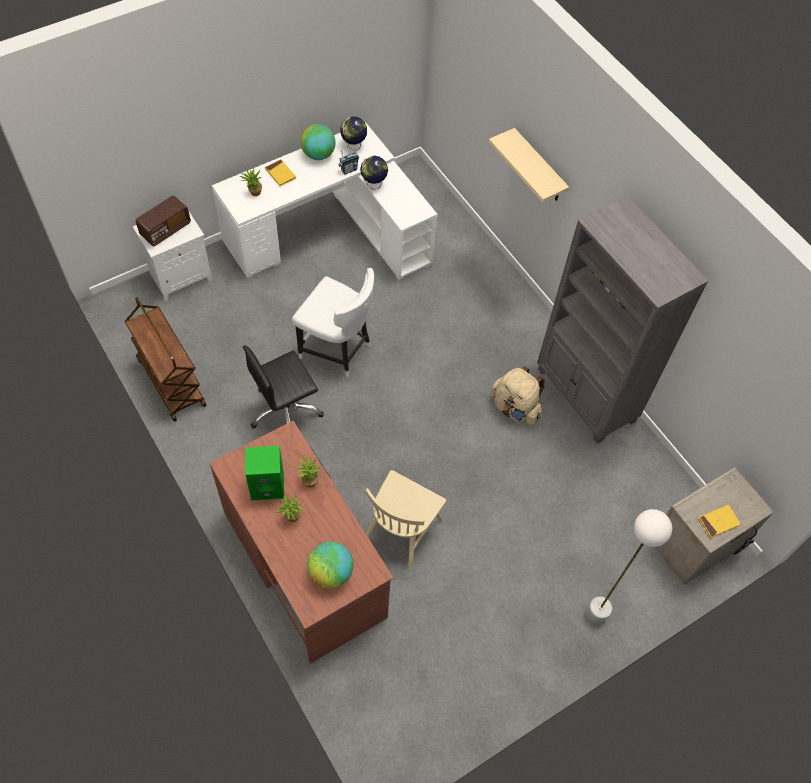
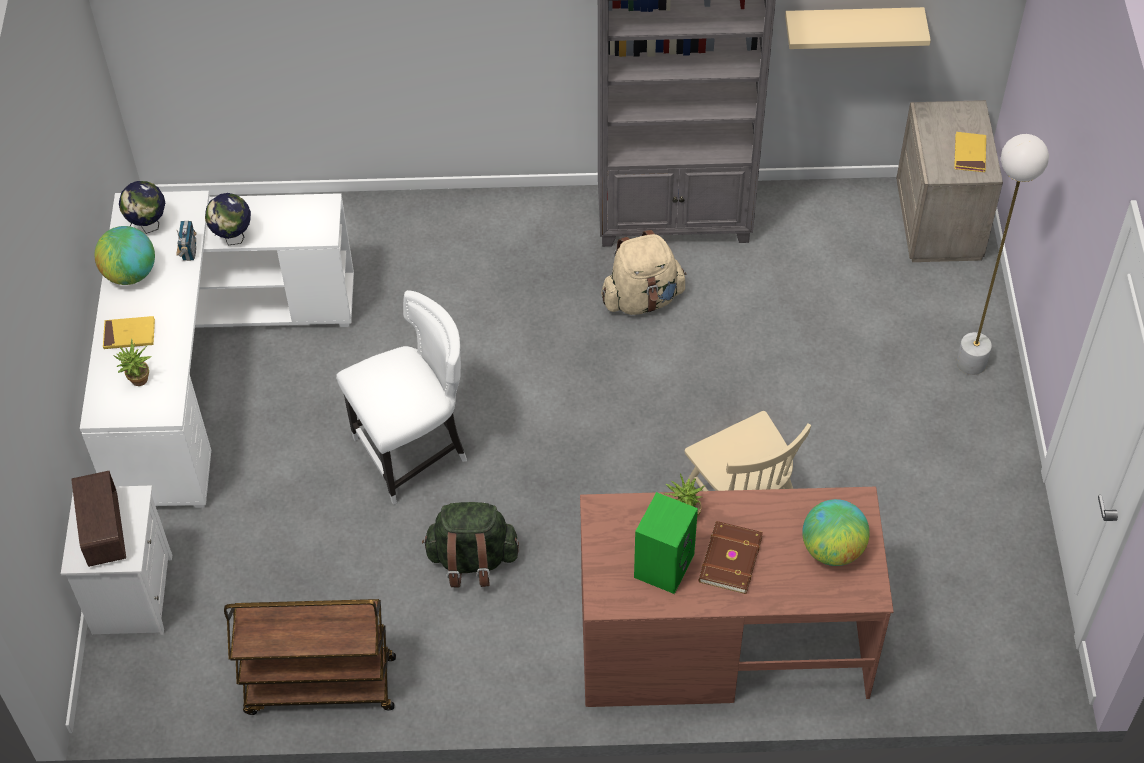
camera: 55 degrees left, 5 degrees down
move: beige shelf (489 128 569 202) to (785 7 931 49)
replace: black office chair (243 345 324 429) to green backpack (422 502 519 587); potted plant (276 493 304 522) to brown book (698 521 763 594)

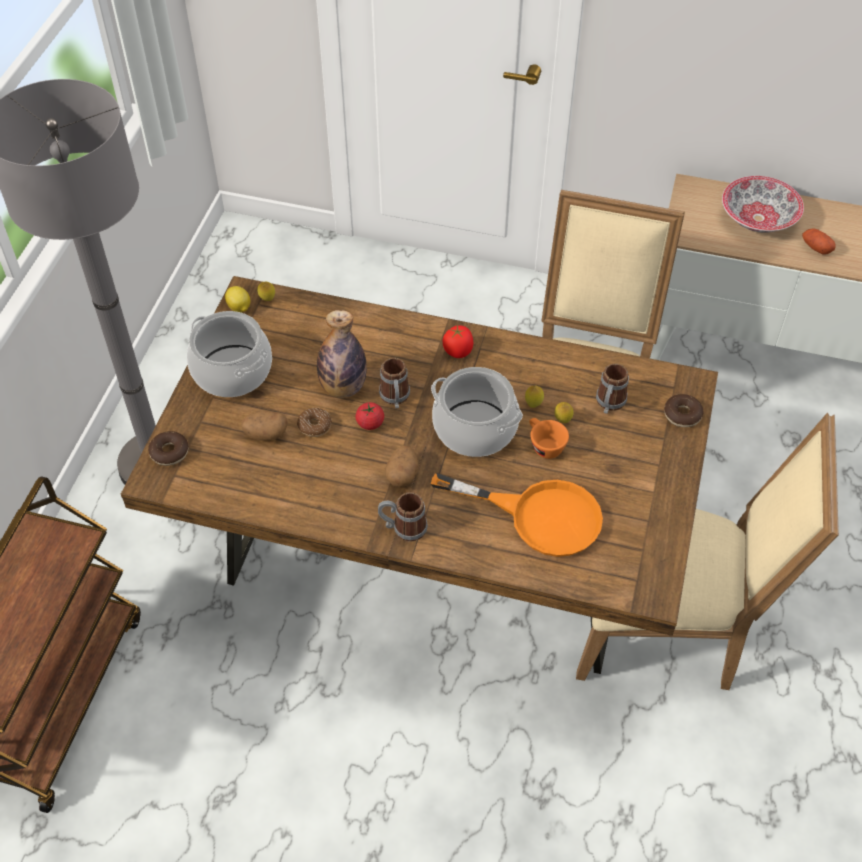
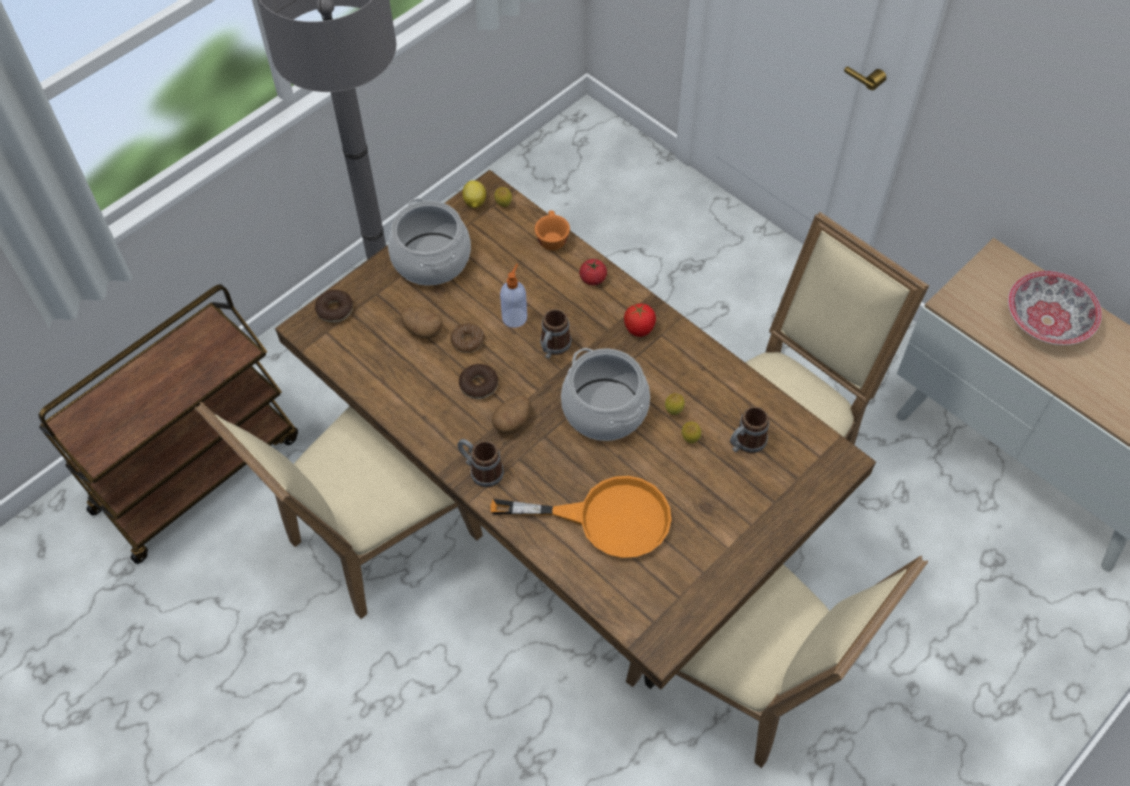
camera: 30 degrees right, 5 degrees up
delete: potato (802 229 835 255)
insert: beige chair (195 402 483 619)
move: tomato (356 402 384 430) to (580 259 607 285); orange cup (529 418 569 459) to (535 211 570 251); donut (664 394 704 427) to (459 364 498 399)
replace: bottle (317 310 367 398) to soap dispenser (500 264 527 328)
rotate: orange frying pan (431 473 603 557) = (491 476 672 558) 45 degrees counterclockwise

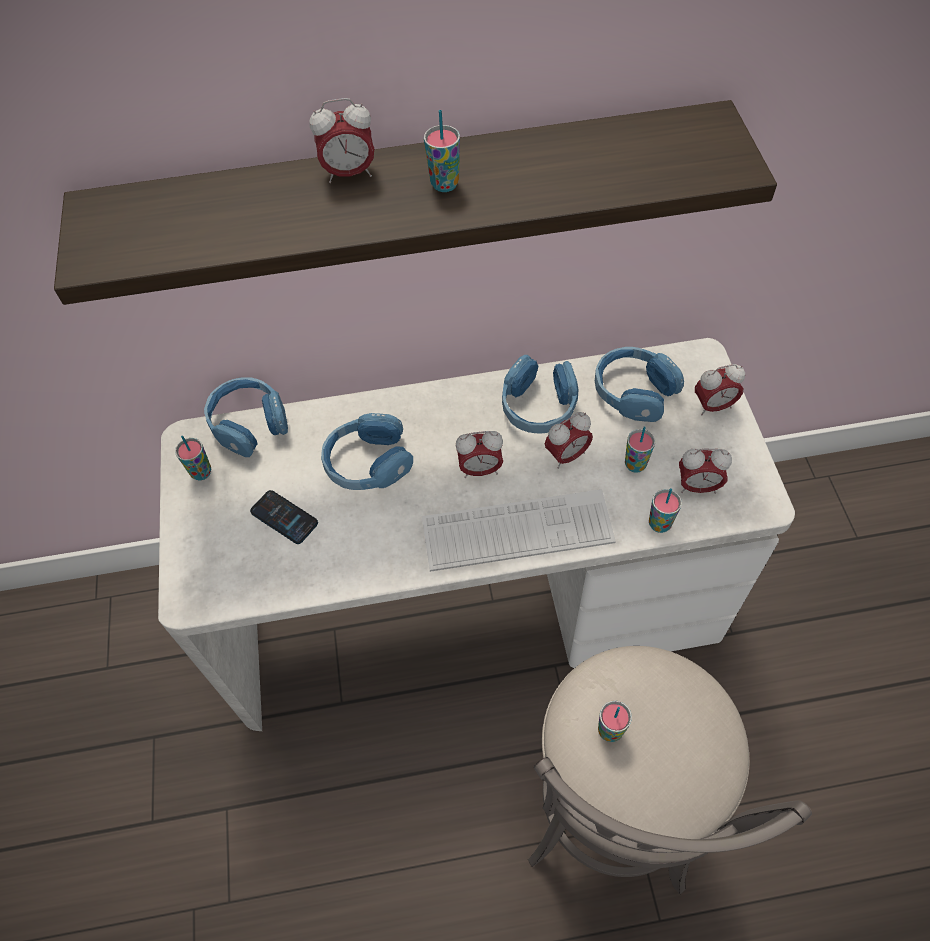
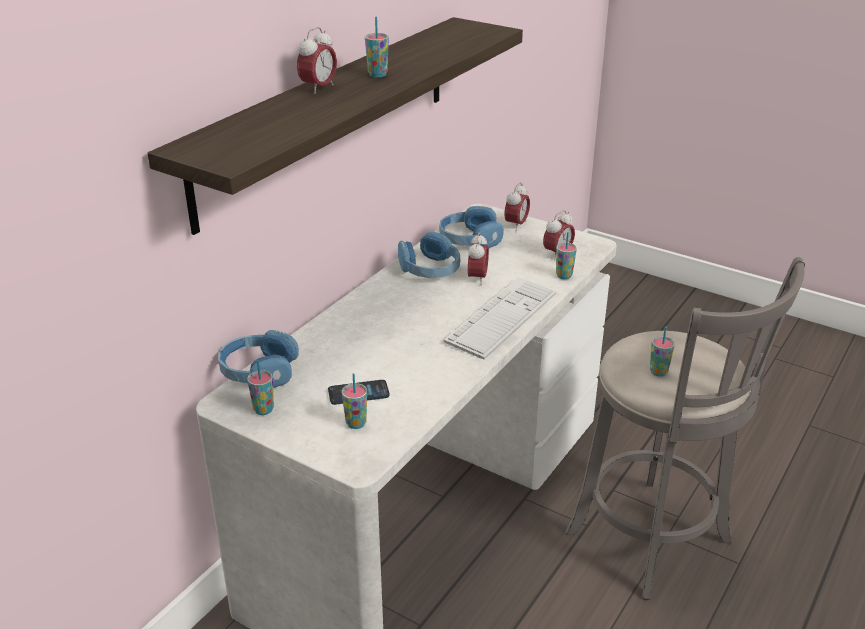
camera: 50 degrees left, 25 degrees down
delete: blue headphones (321 413 413 490); alarm clock (456 431 503 478)
move: cup (625 426 655 473) to (342 373 367 429)

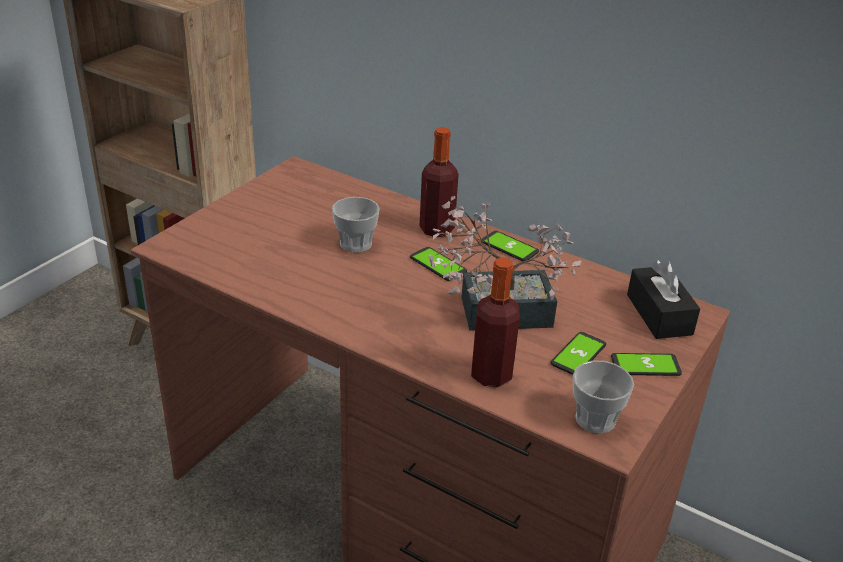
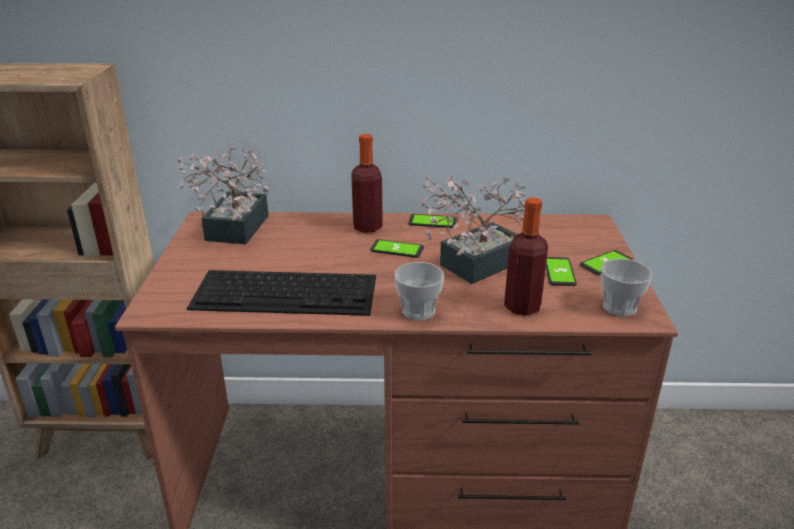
camera: 30 degrees left, 5 degrees down
delete: black tissue box (627 260 700 339)
insert: potted plant (177 147 269 244); keyboard (187 270 376 316)
move: cup (332 197 380 253) to (394 262 444 320)

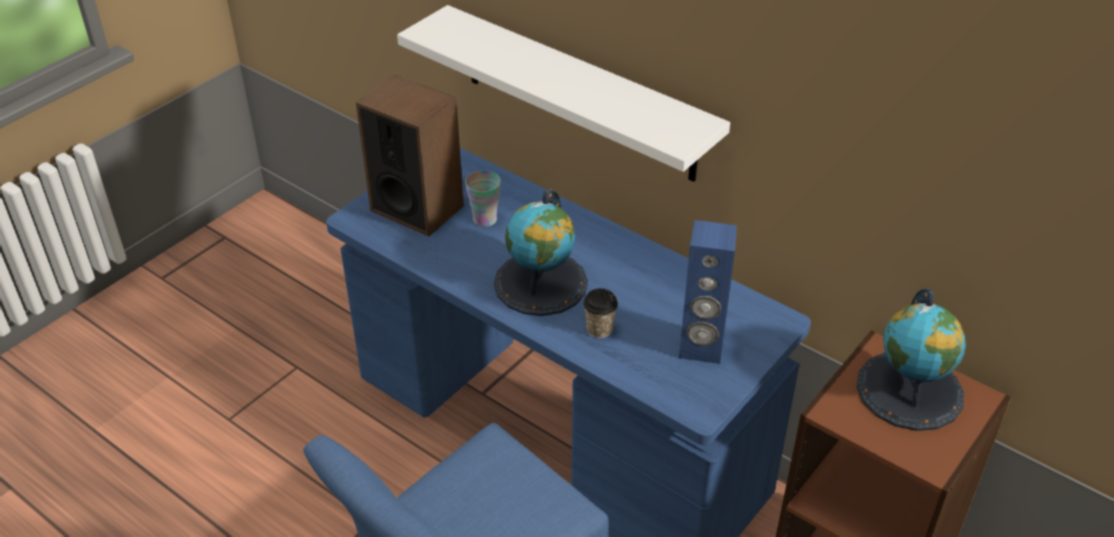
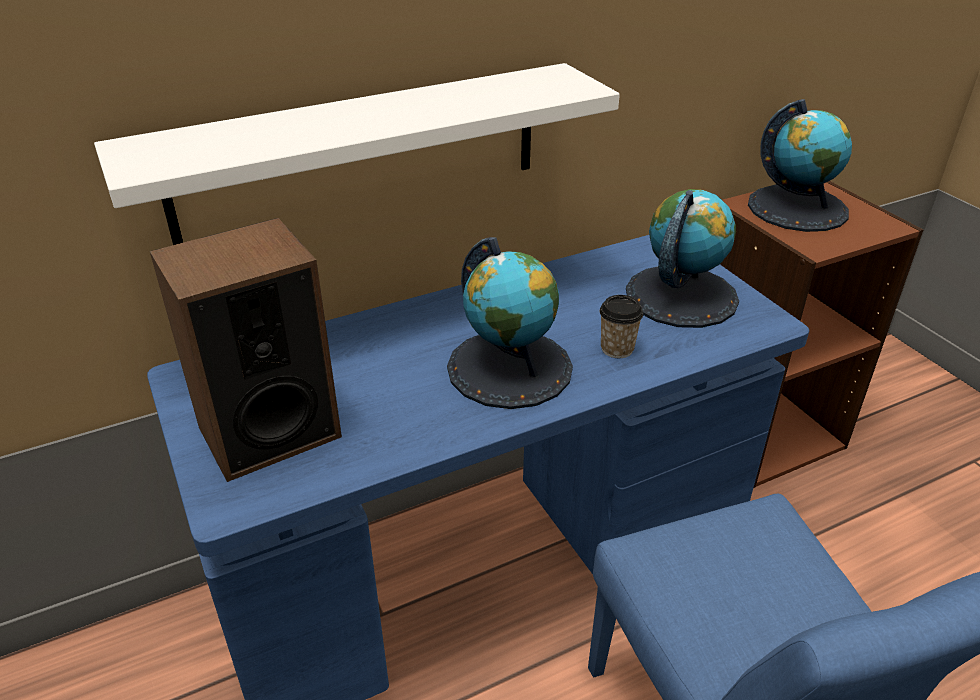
camera: 65 degrees left, 5 degrees down
delete: cup (465 170 501 227)
replace: blue speaker (679 220 737 364) to globe (626 189 739 328)

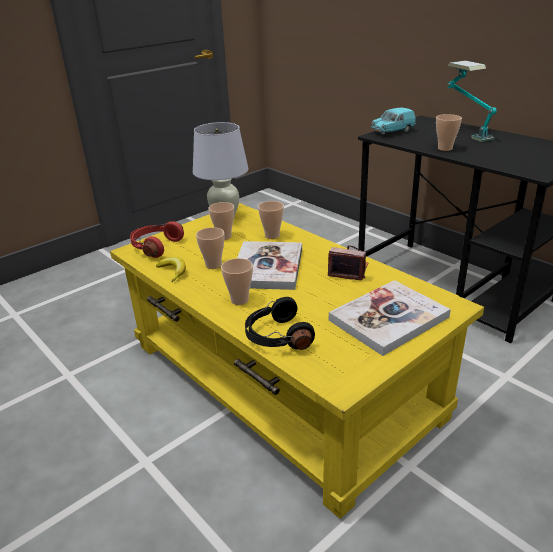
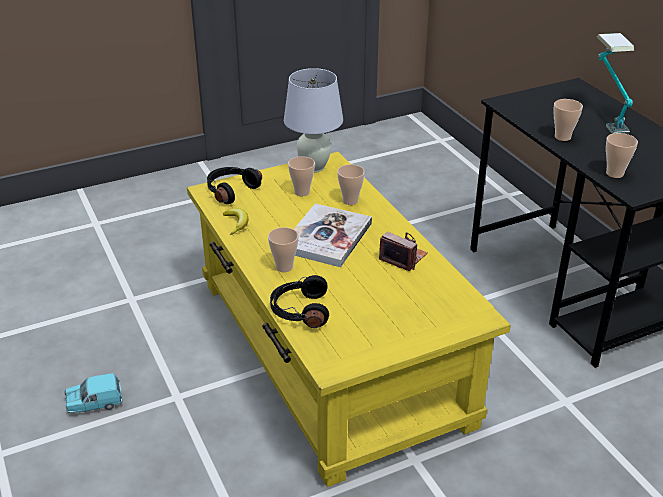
camera: 15 degrees right, 5 degrees up
delete: book (329 280 451 356)
move: cup (196 227 225 269) to (606 133 638 178); turquoise toy car (371 108 416 135) to (64 373 123 413)
recolor: red headphones (130 221 184 258) to black headphones (207 167 262 204)

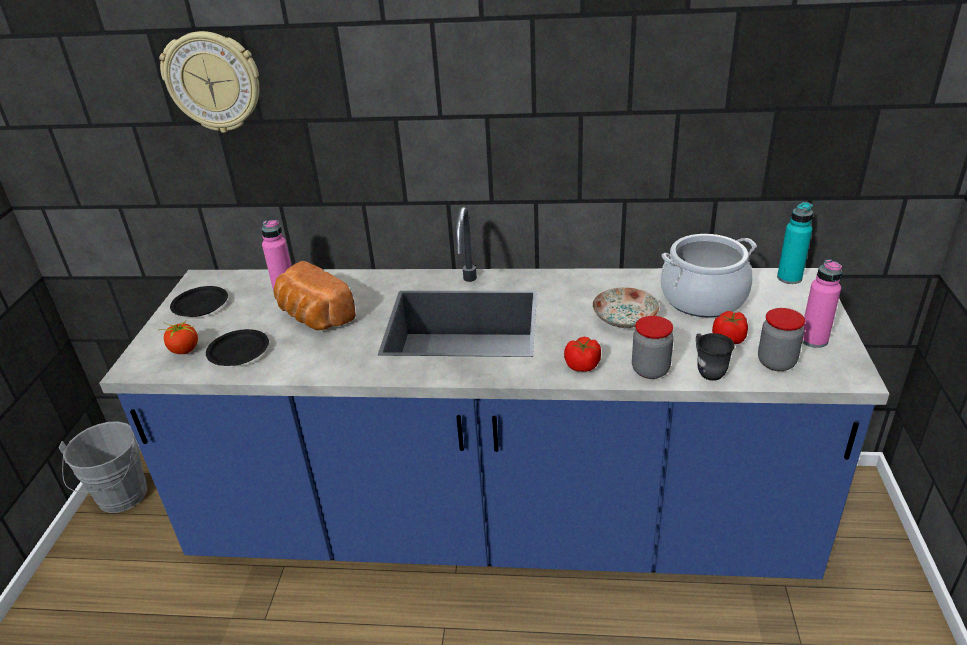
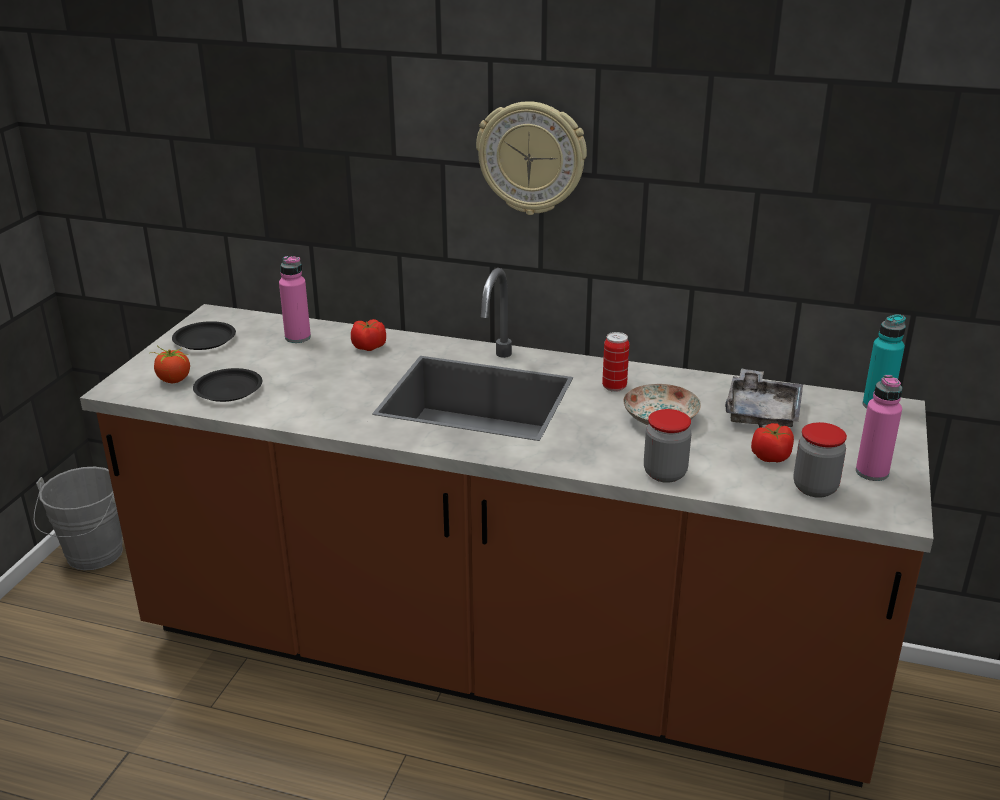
camera: 10 degrees right, 5 degrees down
delete: bread (274 261 356 330); grey mug (696 333 735 381)
insert: can (602 332 629 392)
move: wall clock (159 31 259 133) to (476 101 587 215); tomato (564 337 601 372) to (351 319 386 351)
replace: cooking pot (661 234 757 318) to grey tray (725 368 803 428)
recolor: blue counter (99 207 889 579) to brown counter (80 268 933 787)

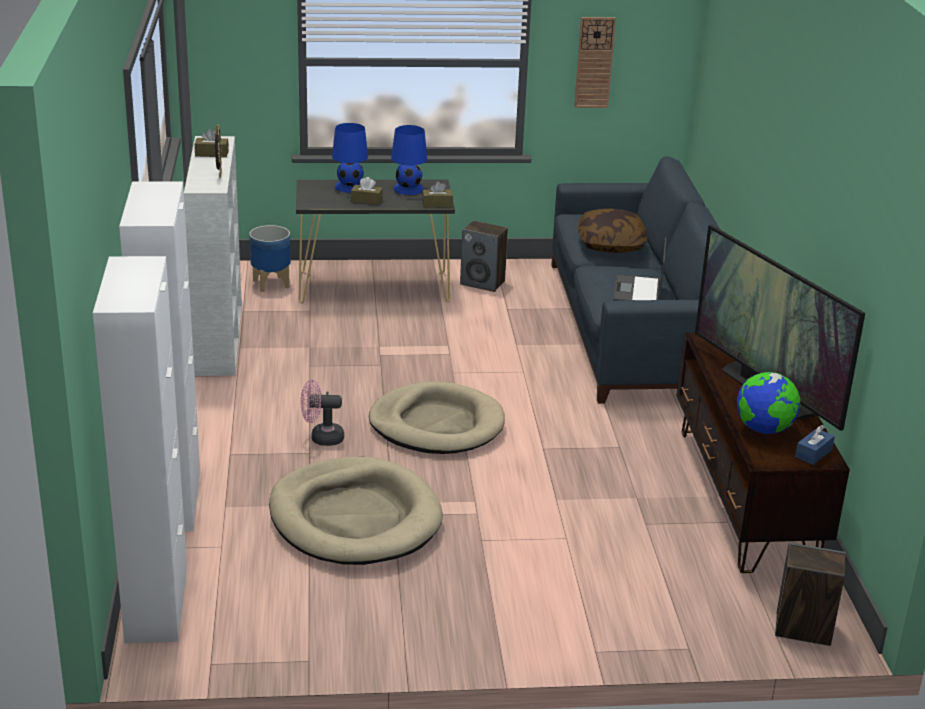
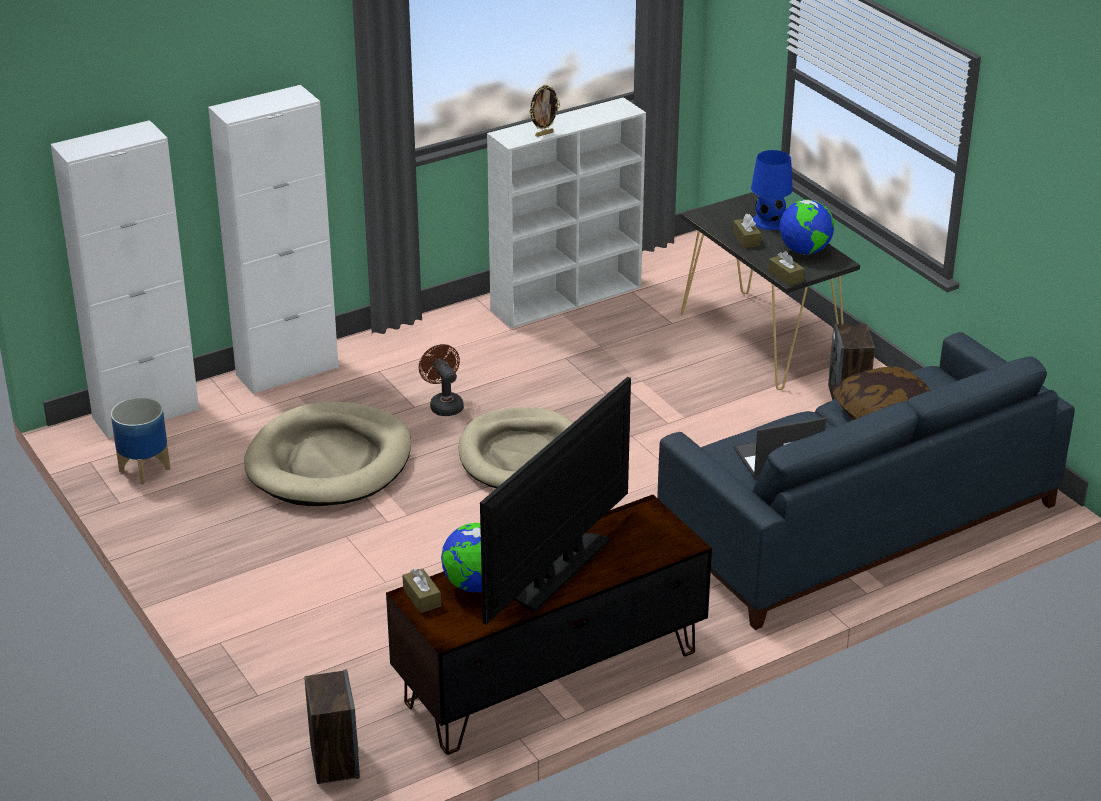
camera: 65 degrees right, 5 degrees up
delete: wall clock (574 17 616 108); blue tissue box (795 425 835 465)
move: brown tissue box (194 129 229 157) to (402 569 441 613); planter (249 225 291 292) to (111 397 170 485)
replace: blue table lamp (391 125 427 195) to globe (779 199 834 255)
recolor: pink fan (300 379 344 446) to brown fan (419 344 464 416)

